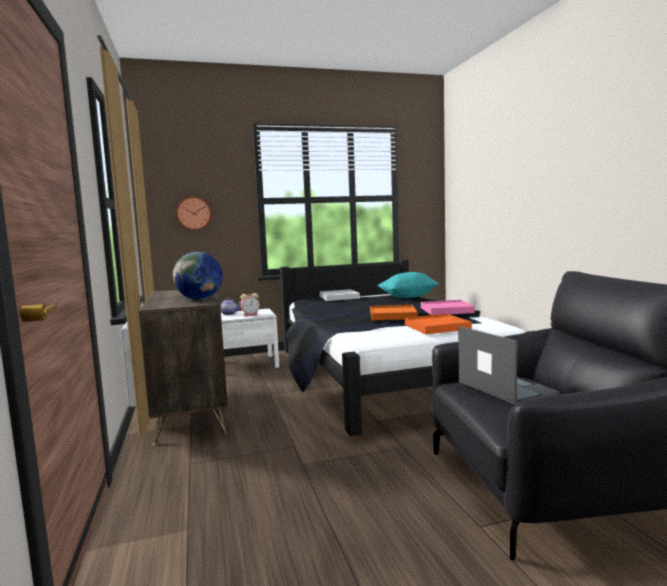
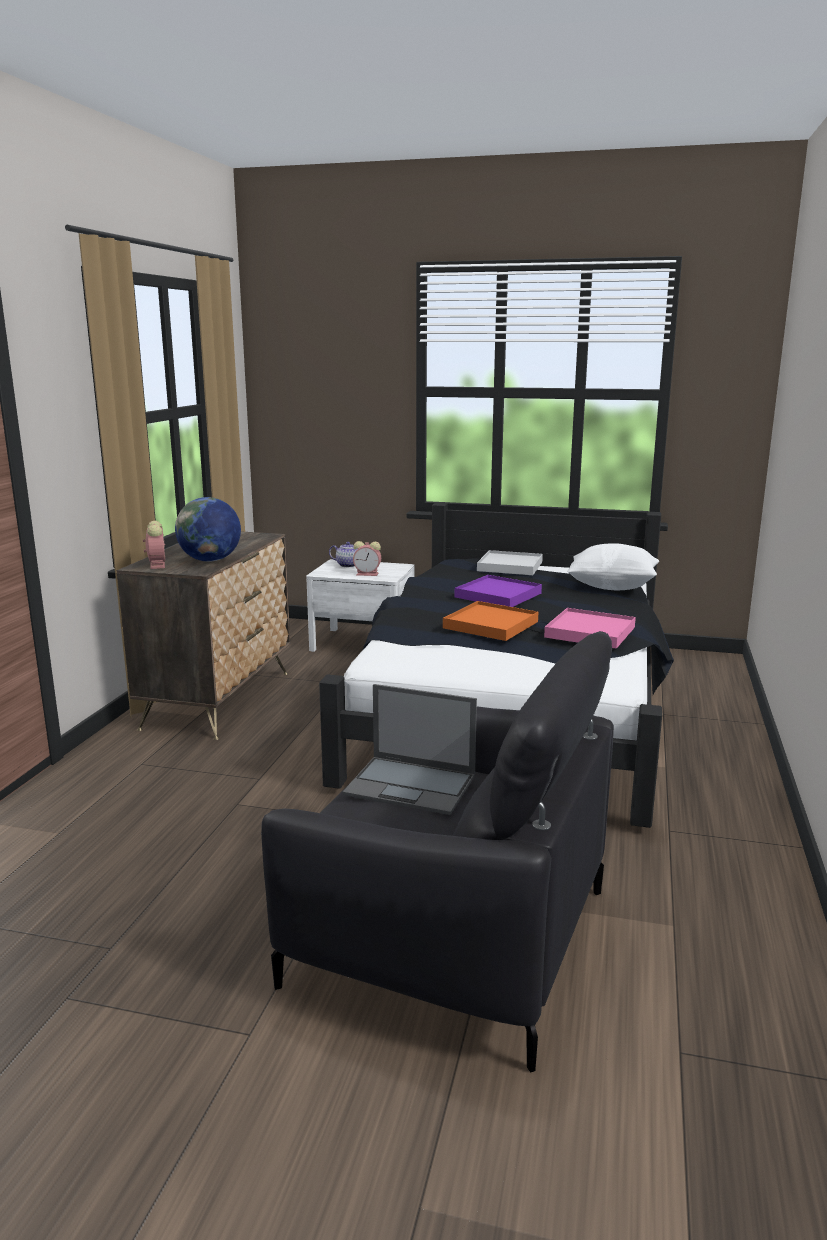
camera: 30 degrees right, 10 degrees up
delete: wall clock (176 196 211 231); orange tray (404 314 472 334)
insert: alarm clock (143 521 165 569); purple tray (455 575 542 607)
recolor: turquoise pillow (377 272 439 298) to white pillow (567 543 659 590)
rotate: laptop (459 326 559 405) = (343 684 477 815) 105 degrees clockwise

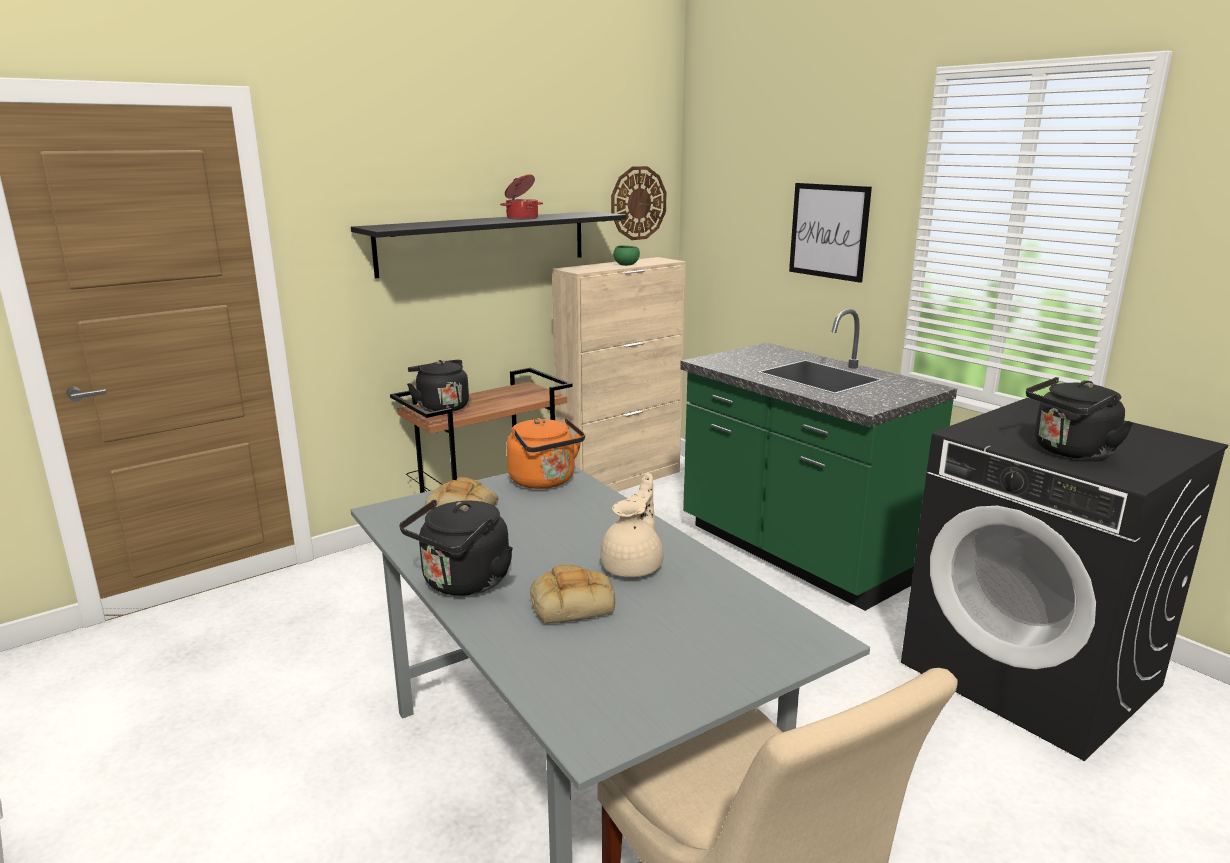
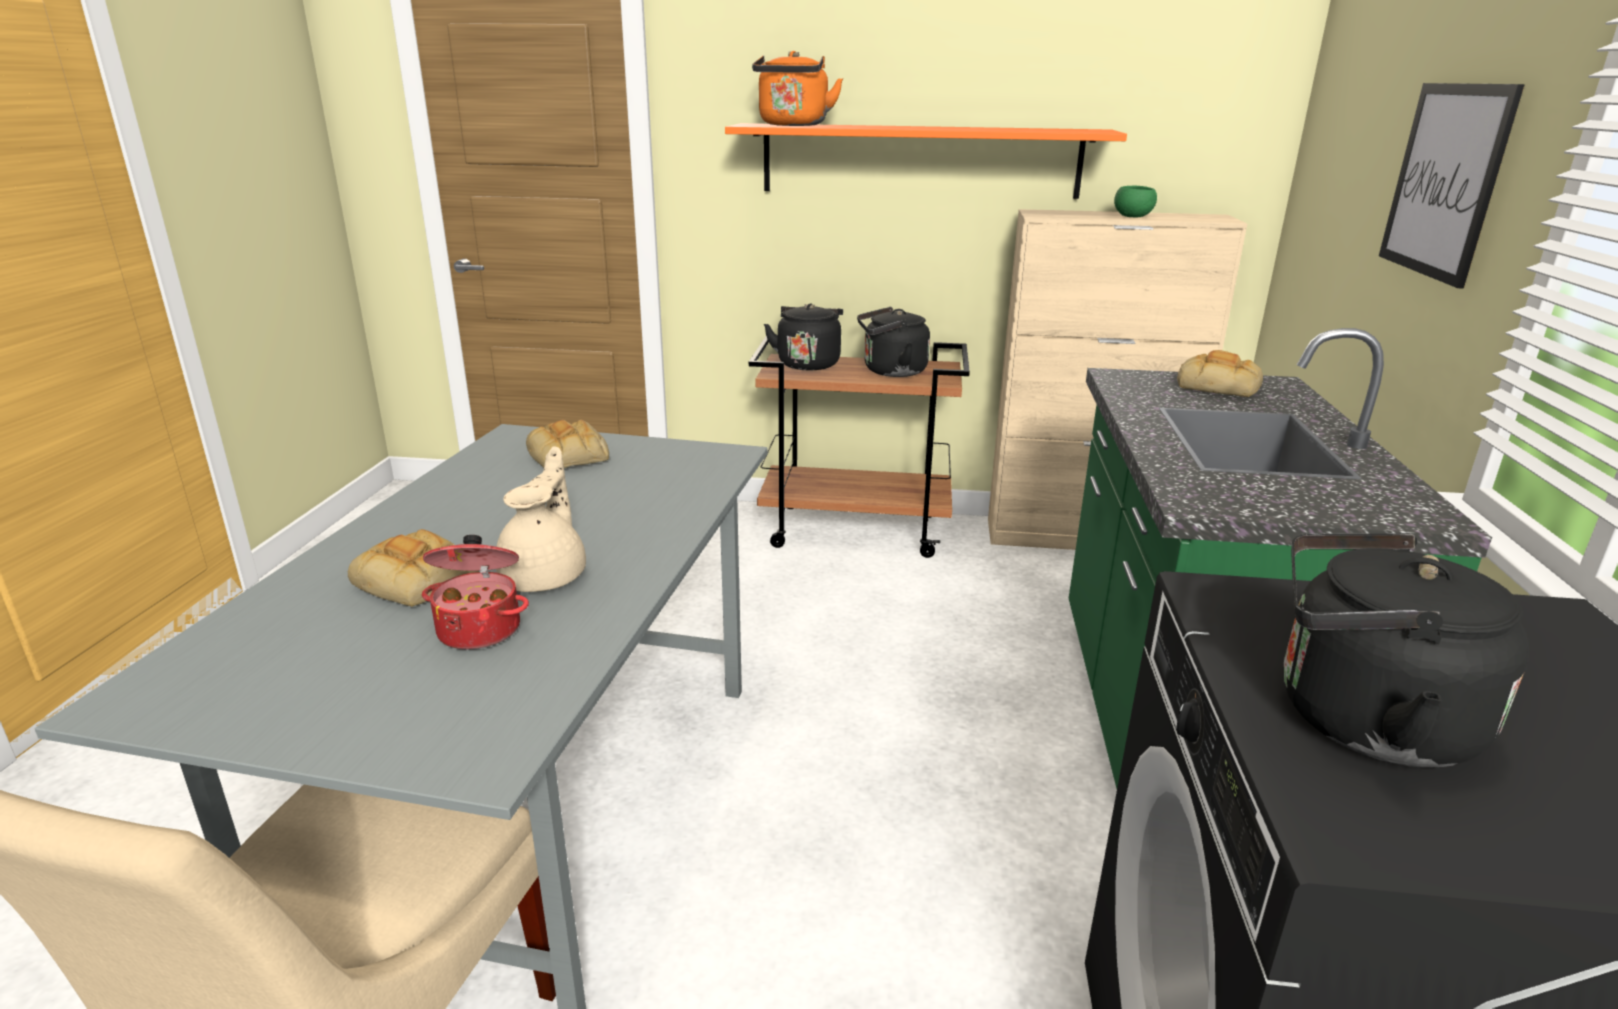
camera: 45 degrees right, 5 degrees up
delete: wall clock (611 166 667 240)
insert: bread (1177 350 1263 397)
move: black kettle (399 499 513 596) to (857 307 930 377); cooking pot (500 174 543 220) to (422 535 529 650); orange kettle (506 417 585 489) to (752 51 843 126)
recolor: black shelf (351 211 626 278) to orange shelf (725 123 1127 199)
rotate: beige teapot (601 473 664 577) = (496 446 586 592) 60 degrees counterclockwise

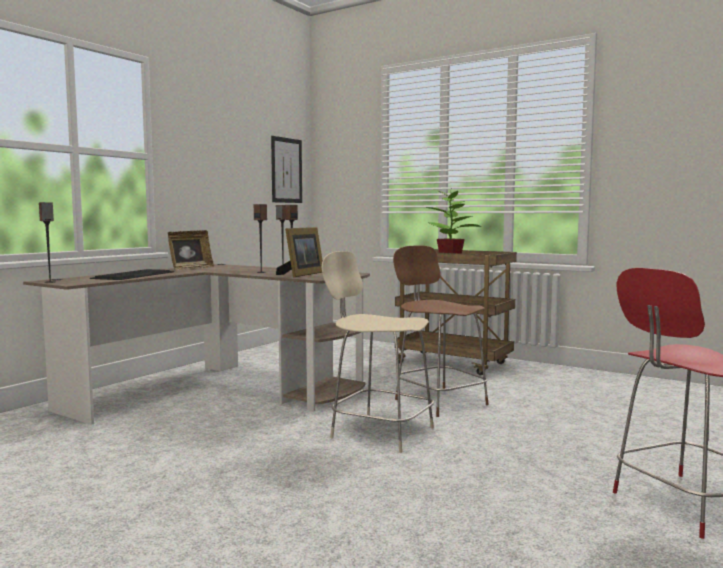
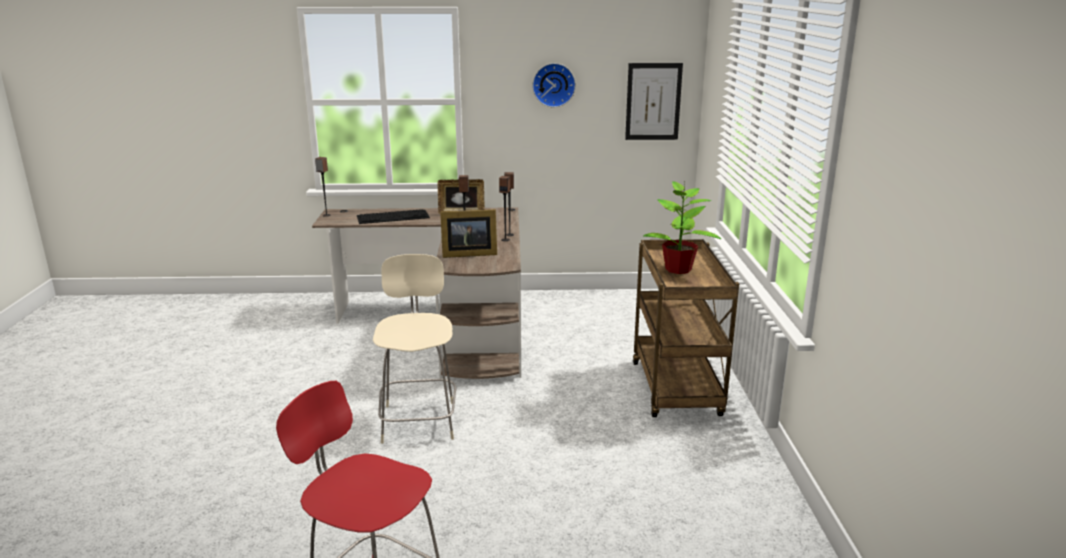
camera: 55 degrees right, 15 degrees up
delete: brown chair (393 245 489 417)
insert: wall clock (532 63 576 107)

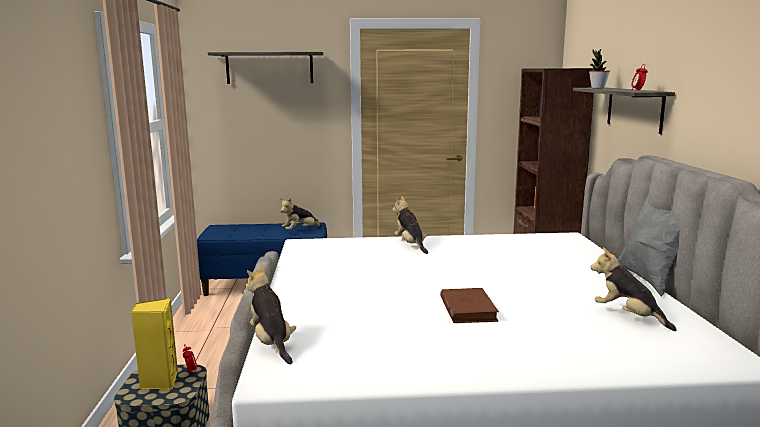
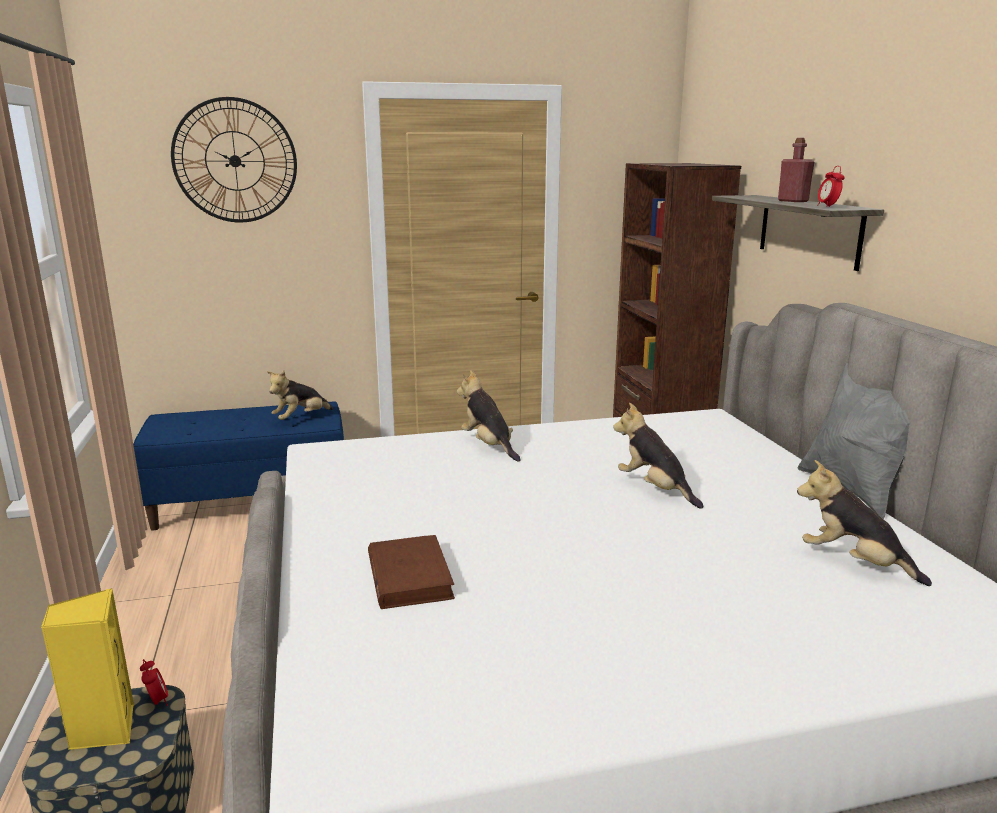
camera: 10 degrees left, 5 degrees up
delete: potted plant (589 49 610 88)
insert: red bottle (778 138 814 202)
move: plush toy (246 265 296 364) to (613 403 704 509); brown book (440 288 499 323) to (368 535 455 609)
replace: shelf (208 52 324 84) to wall clock (171 97 297 223)

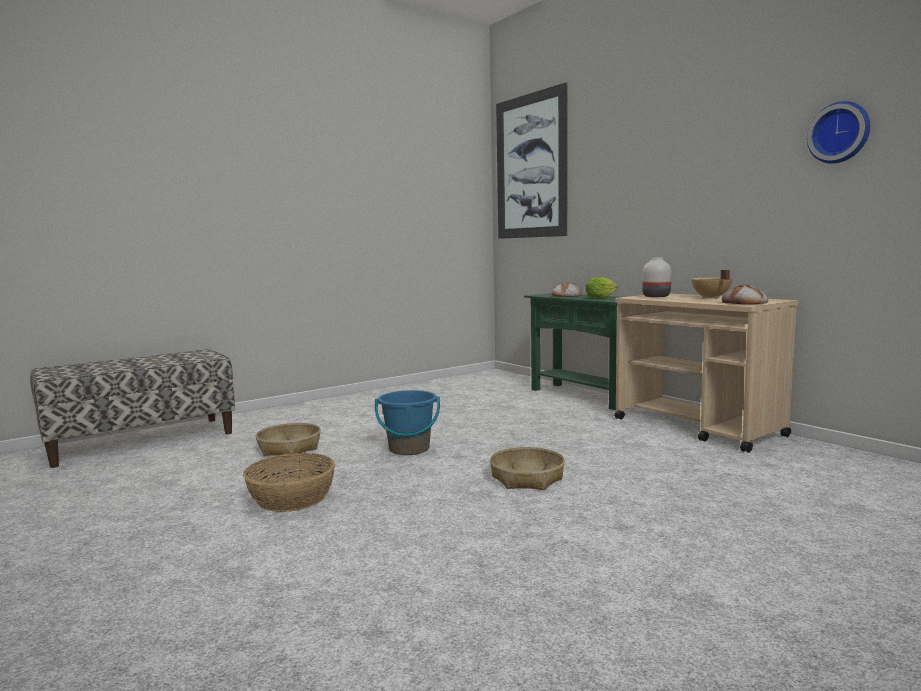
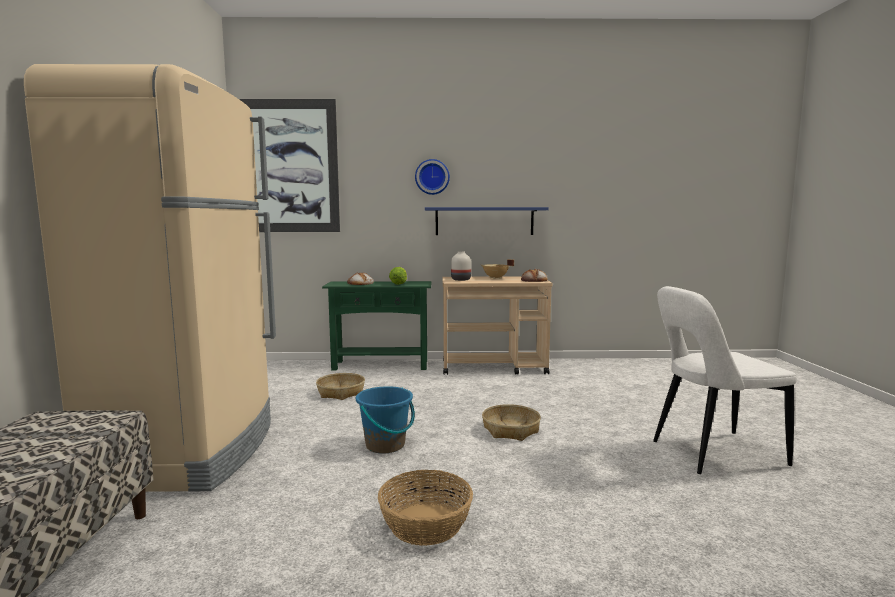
camera: 55 degrees left, 0 degrees up
insert: beige fridge (24 64 276 492); blue shelf (425 207 549 235); white chair (653 286 797 474)
move: basket (255 423 321 456) to (316 373 365 400); wall clock (807 101 870 164) to (415 159 450 195)

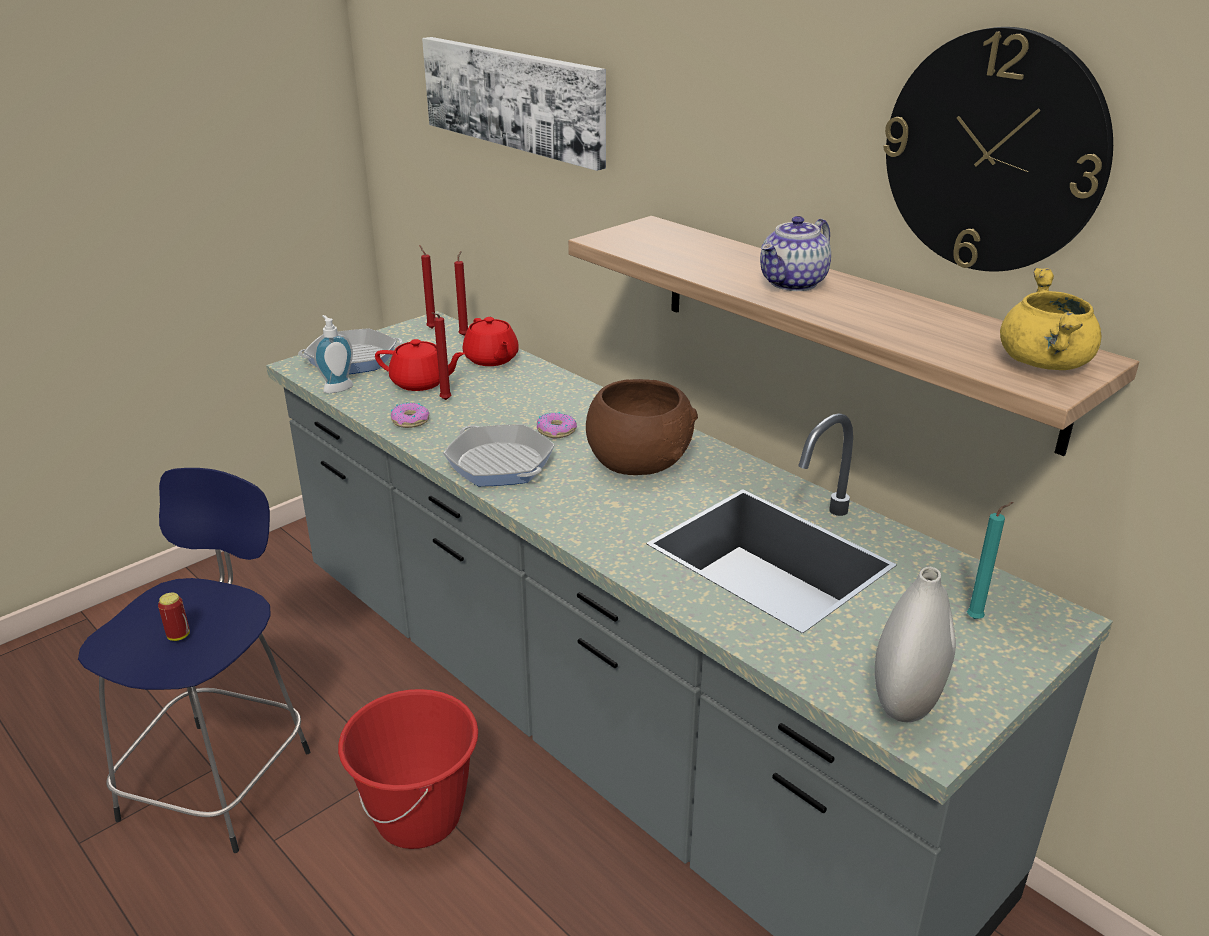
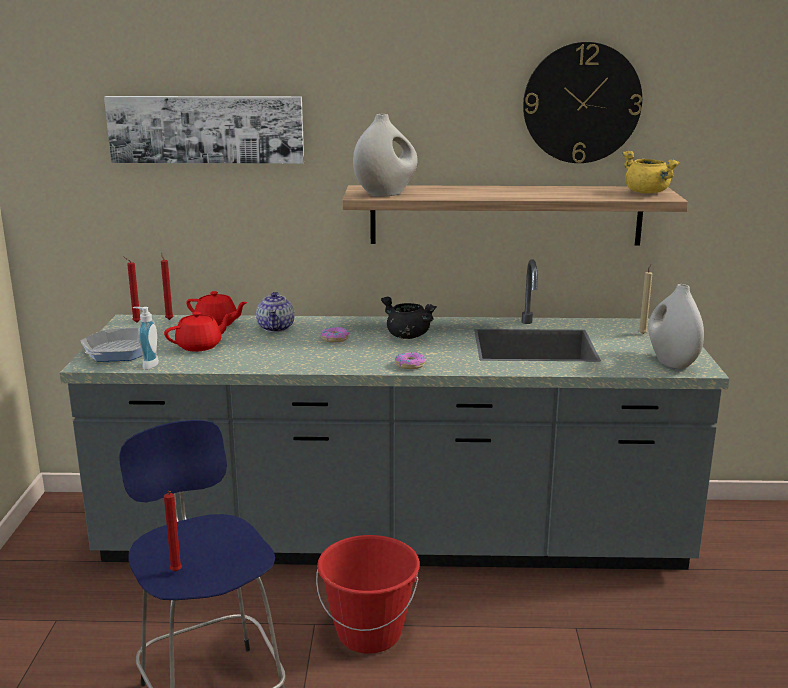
camera: 45 degrees left, 10 degrees down
delete: can (158 592 190 641); frying pan (443 424 555 486)
insert: white vase (353 114 418 197)
move: donut (391 403 430 428) to (395 352 426 369); red candle (432 312 452 400) to (164 491 182 572); teapot (760 216 831 291) to (256 292 294 332)
replace: brown bowl (586 379 698 475) to black cooking pot (381 297 437 339)
recolor: turquoise candle (967 502 1013 619) to beige candle (639 265 652 334)

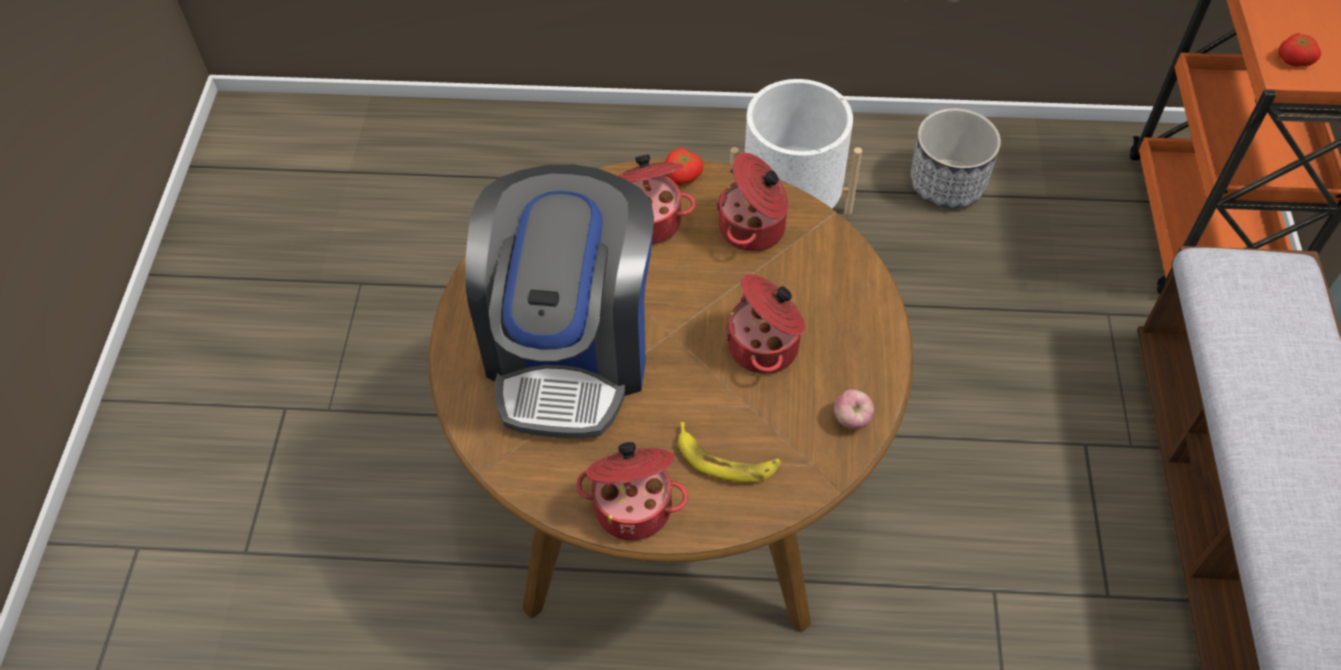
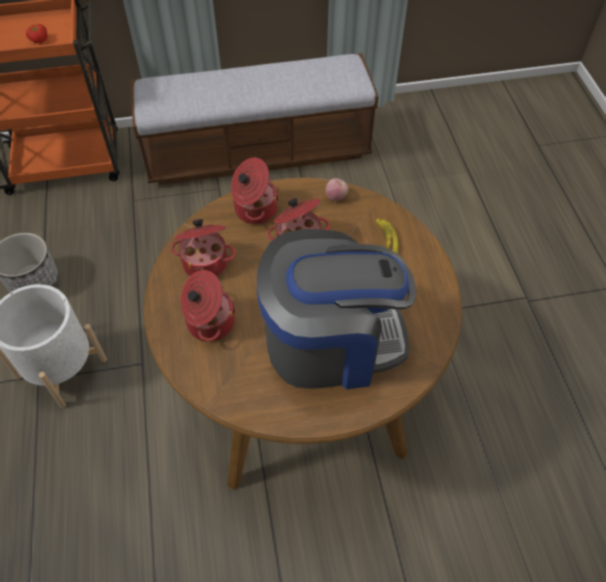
camera: 105 degrees left, 0 degrees up
delete: tomato (666 148 703 185)
move: cooking pot (576 442 688 541) to (231 157 279 224)

